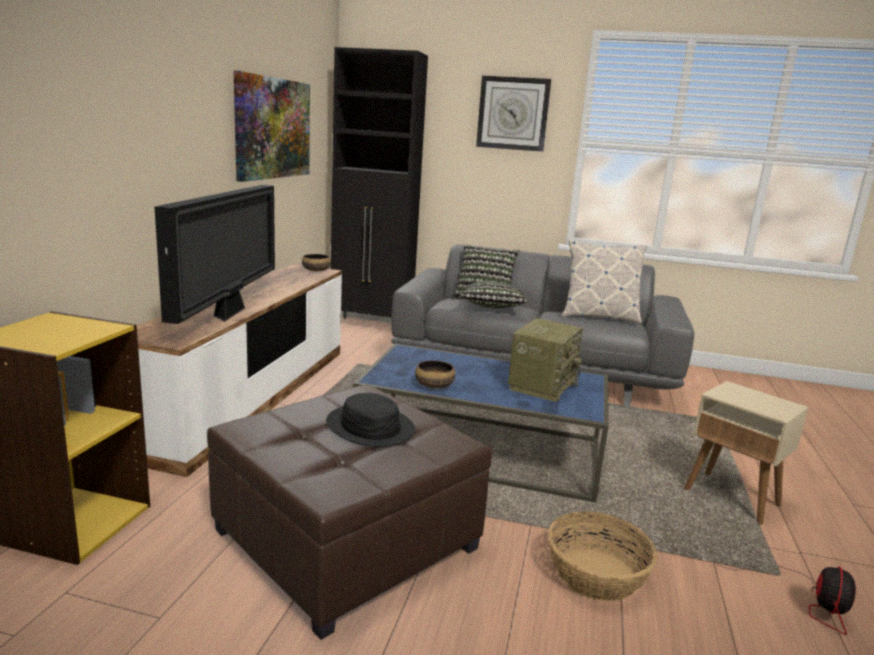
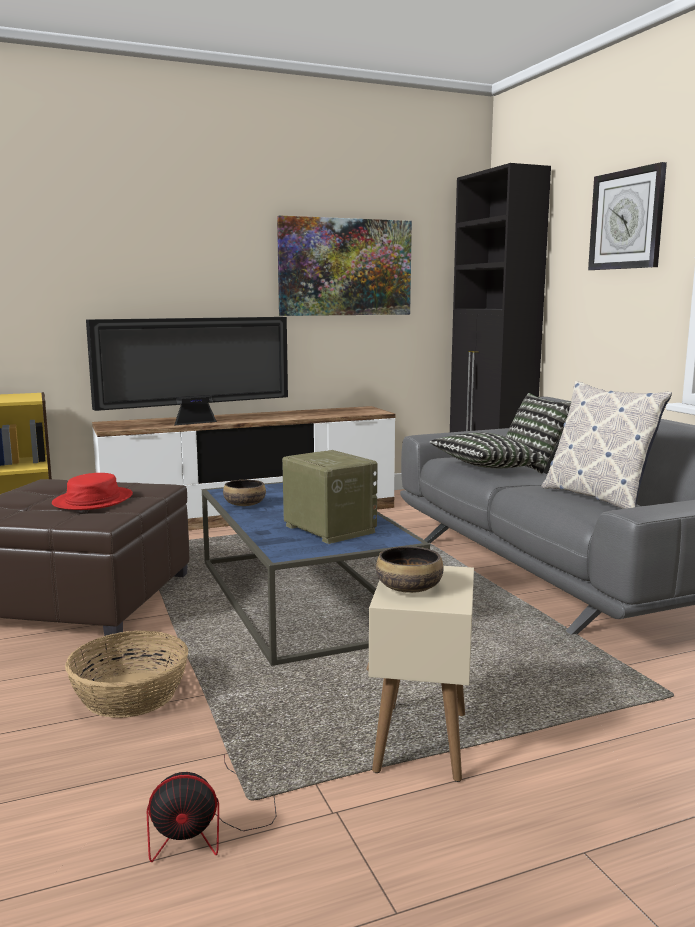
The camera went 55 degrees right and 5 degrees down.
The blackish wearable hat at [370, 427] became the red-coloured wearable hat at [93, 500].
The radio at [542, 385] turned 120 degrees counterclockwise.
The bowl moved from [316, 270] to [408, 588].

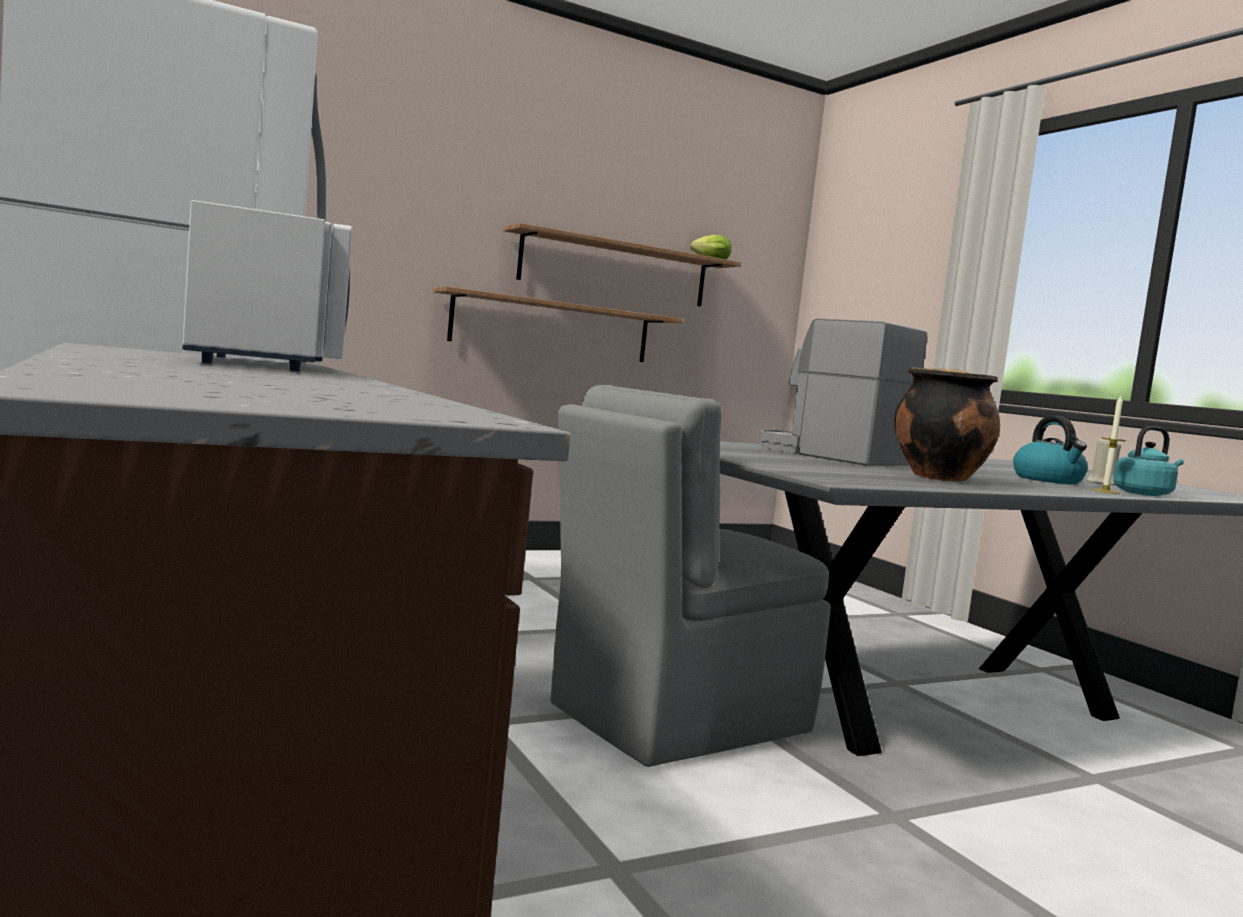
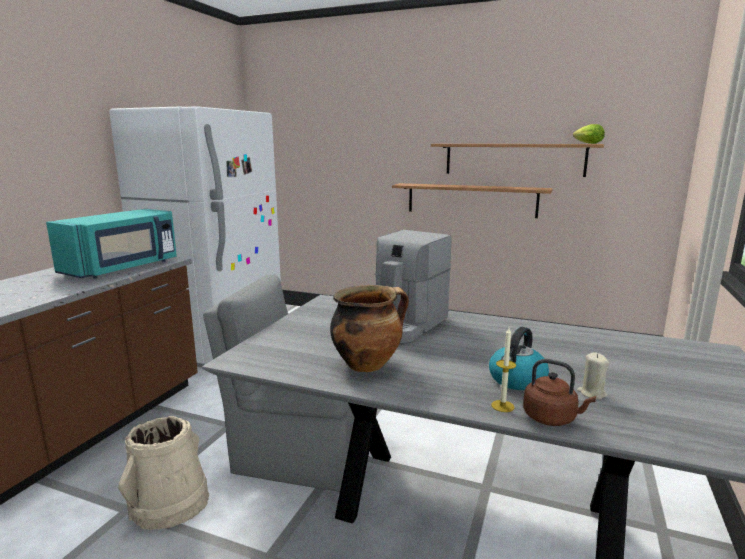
The camera went 50 degrees right and 10 degrees up.
The whitish kitchen microwave at [266, 364] became the turquoise kitchen microwave at [123, 268].
The beige-coloured pail at [169, 503] appeared.
The coffee maker at [828, 455] turned 150 degrees counterclockwise.
The turquoise kettle at [1144, 494] became the brown kettle at [552, 418].

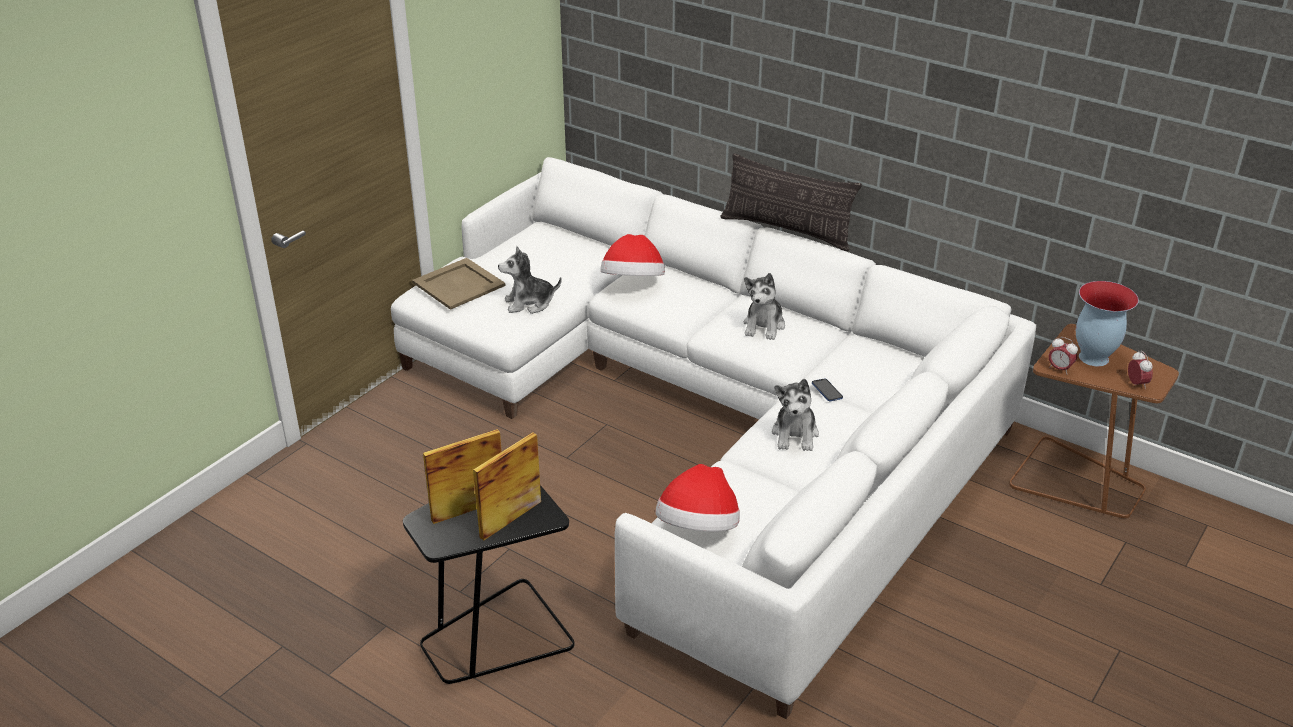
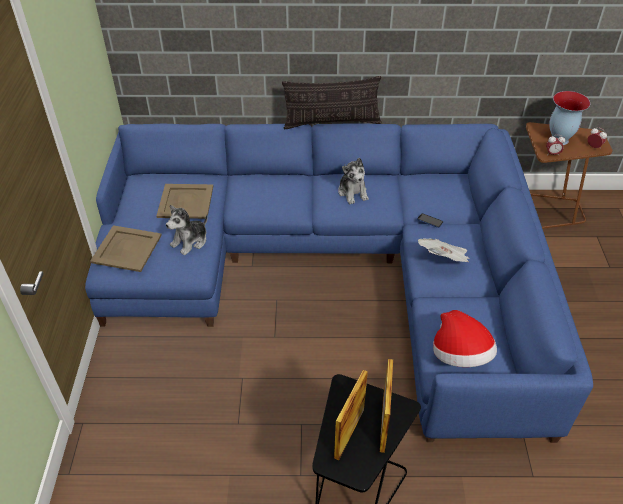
The camera went 35 degrees left and 10 degrees up.
The whitish sofa at [712, 423] became the blue-coloured sofa at [337, 267].
The beige-coloured serving tray at [185, 201] appeared.
The cuddly toy at [795, 434] was replaced by the newspaper at [444, 259].
The wearable hat at [633, 283] disappeared.

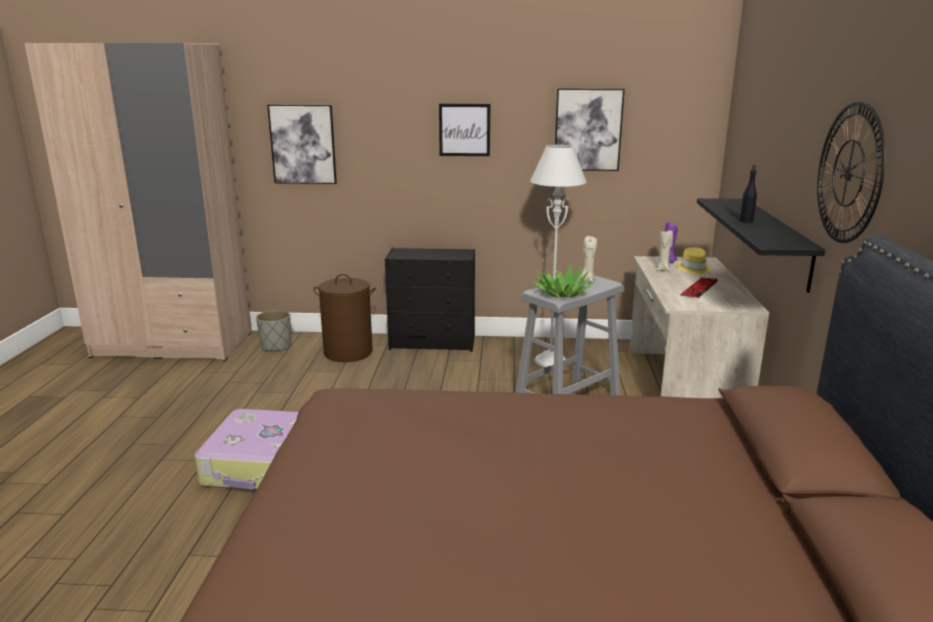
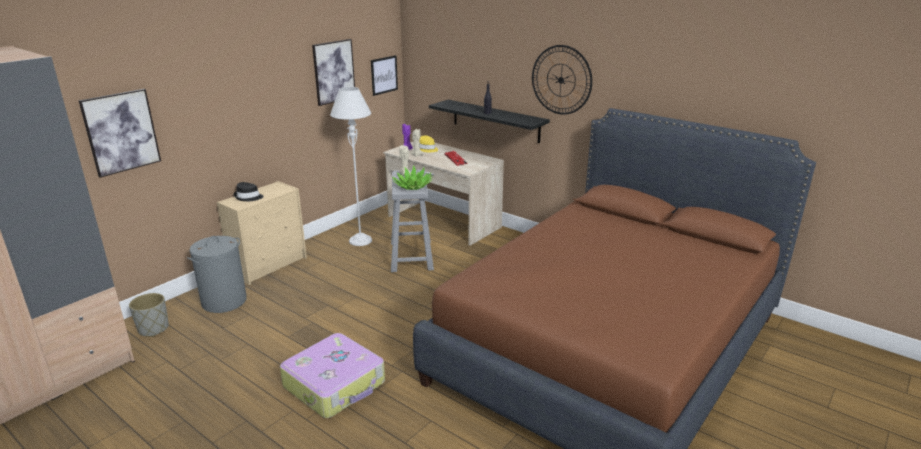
The camera went 55 degrees left and 5 degrees up.
The brown hamper at [348, 352] became the gray hamper at [224, 301].
The blackish drawer chest at [433, 343] became the beige-coloured drawer chest at [270, 265].
The blackish wearable hat at [248, 197] appeared.
The wall picture moved from [464, 130] to [384, 75].

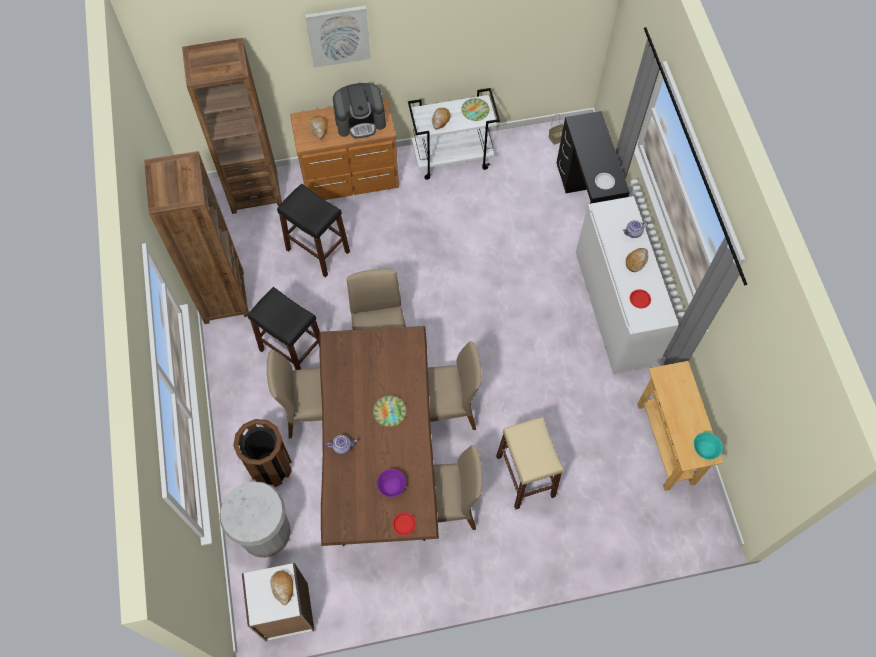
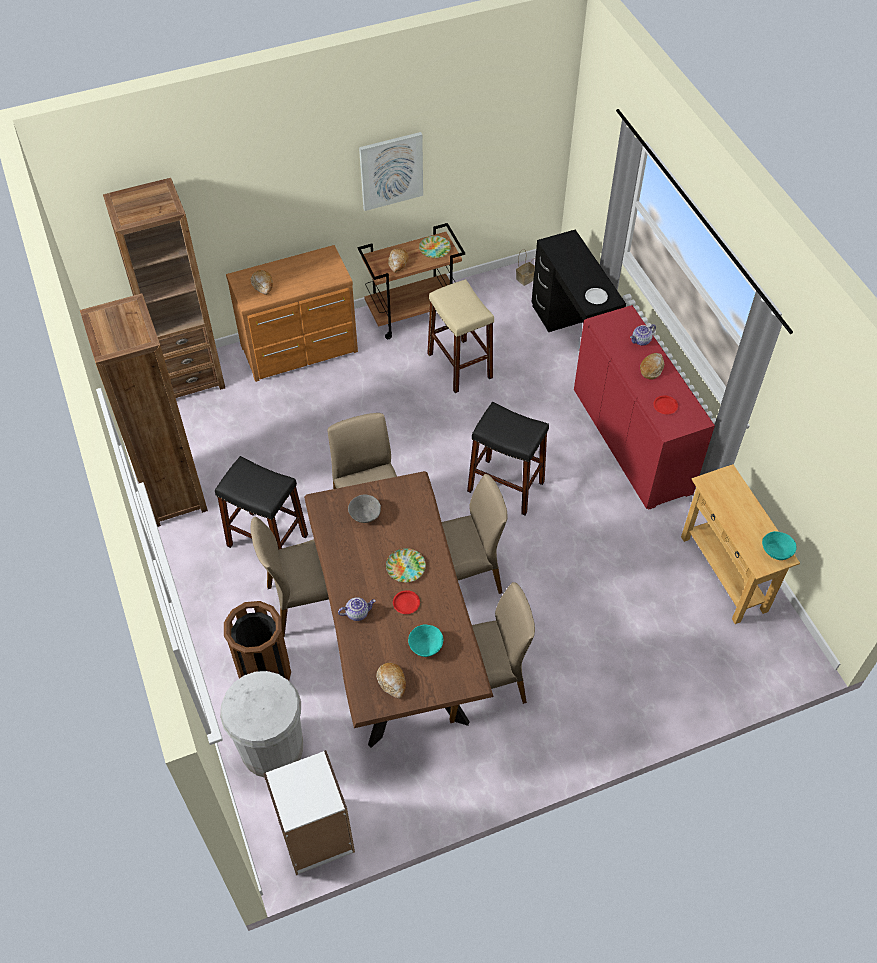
The camera went 10 degrees left and 10 degrees down.
The gray bowl at [364, 515] appeared.
The whitish wheeled cart at [453, 158] became the brown wheeled cart at [413, 314].
The wall picture moved from [338, 35] to [391, 170].
The bakery bread moved from [283, 587] to [392, 682].
The red-coloured plate moved from [404, 524] to [406, 603].
The purplish bowl at [392, 486] became the turquoise bowl at [426, 647].
The beige-coloured stool seat moved from [525, 476] to [460, 366].
The blackish stool seat moved from [318, 250] to [506, 486].
The whitish storage cabinet at [615, 308] became the red-coloured storage cabinet at [631, 441].
The coffee maker at [360, 121] disappeared.

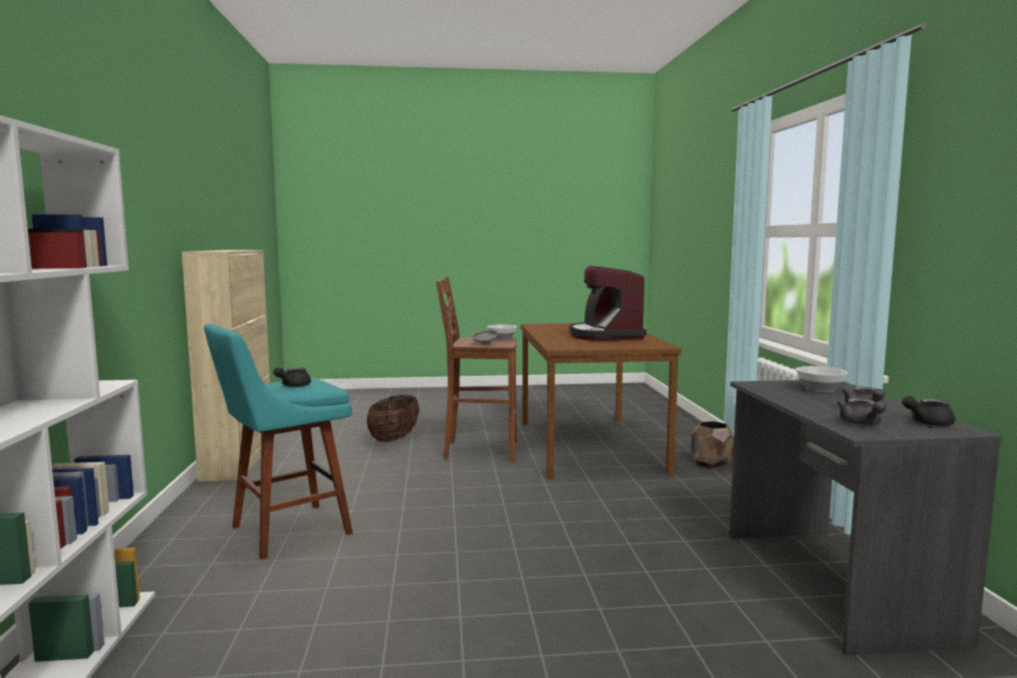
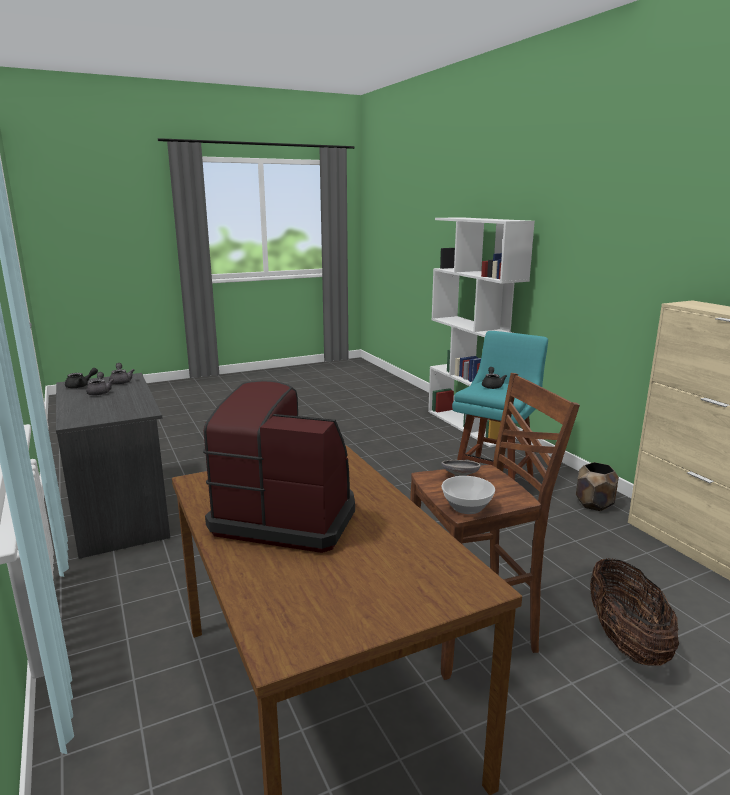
The camera went 160 degrees right and 10 degrees up.
The coffee maker at [605, 336] turned 45 degrees counterclockwise.
The brown flower pot moved from [711, 464] to [594, 503].
The bowl at [819, 389] disappeared.

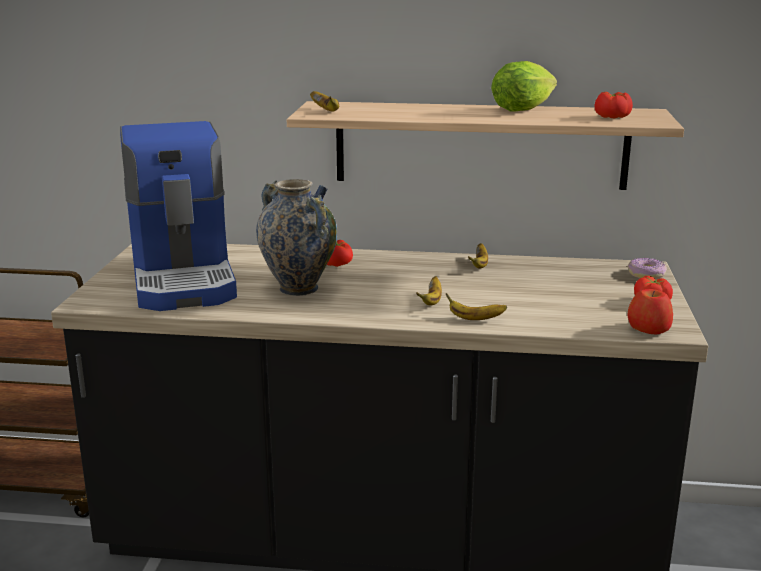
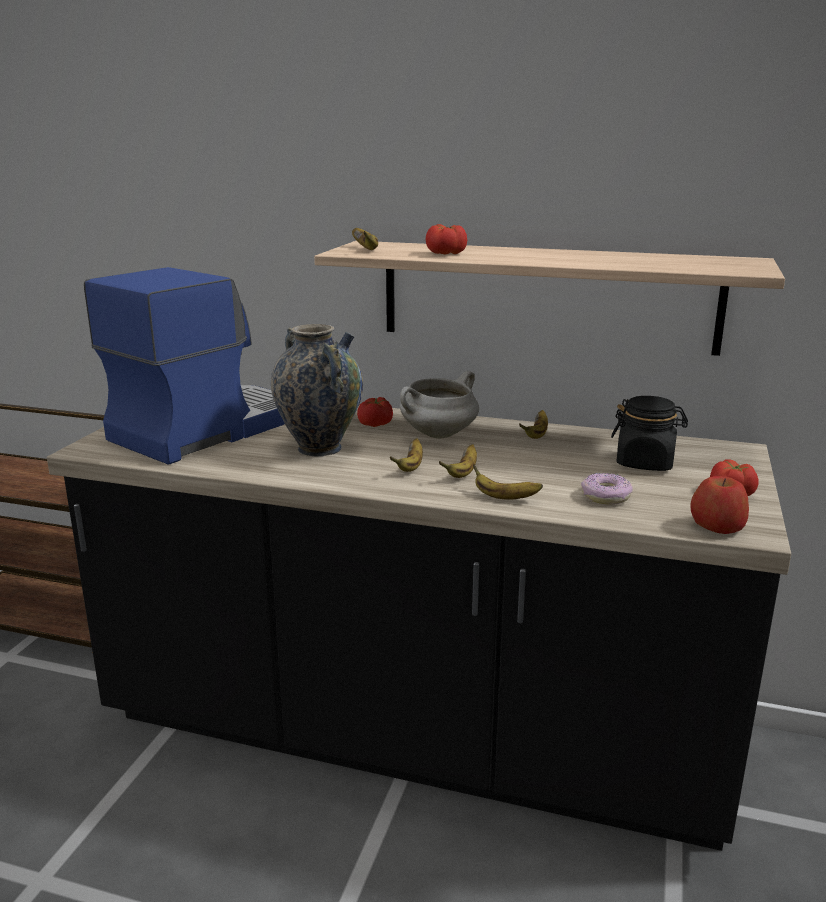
The camera went 10 degrees right and 0 degrees up.
The coffee maker at [185, 277] turned 135 degrees counterclockwise.
The banana fruit at [411, 467] appeared.
The whitish stockpot at [438, 435] appeared.
The tomato moved from [612, 117] to [445, 253].
The ring doughnut moved from [646, 274] to [605, 496].
The blackish storage jar at [645, 463] appeared.
The lettuce head at [525, 109] disappeared.

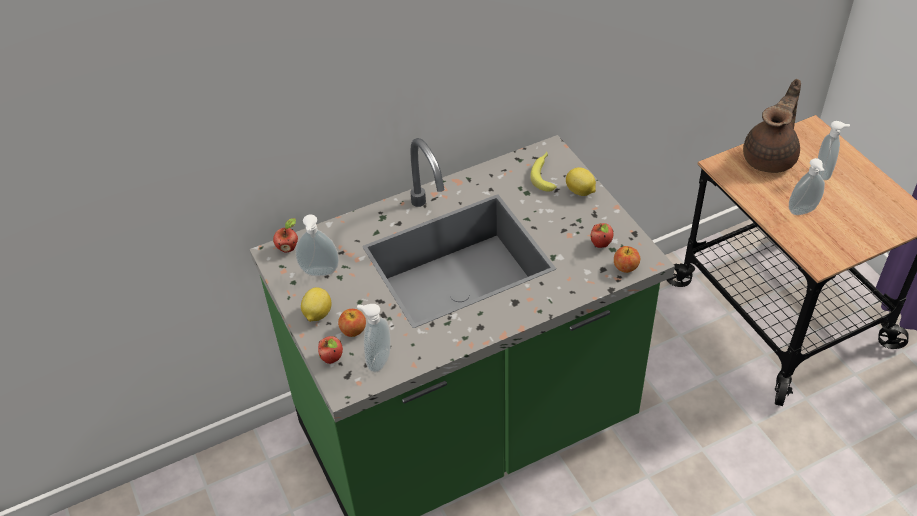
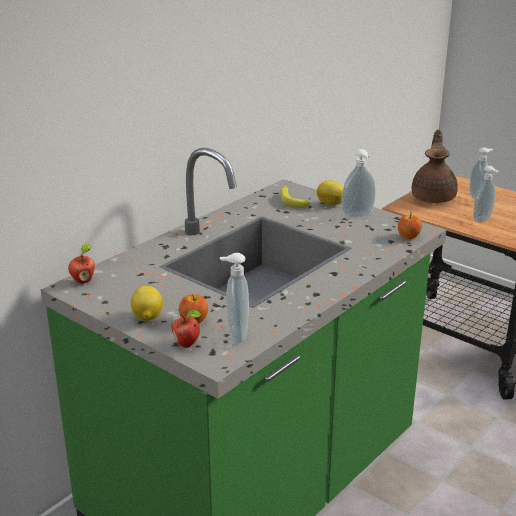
The camera went 25 degrees left and 20 degrees down.
The soap dispenser moved from [320, 273] to [358, 216].
The apple fruit at [601, 245] disappeared.

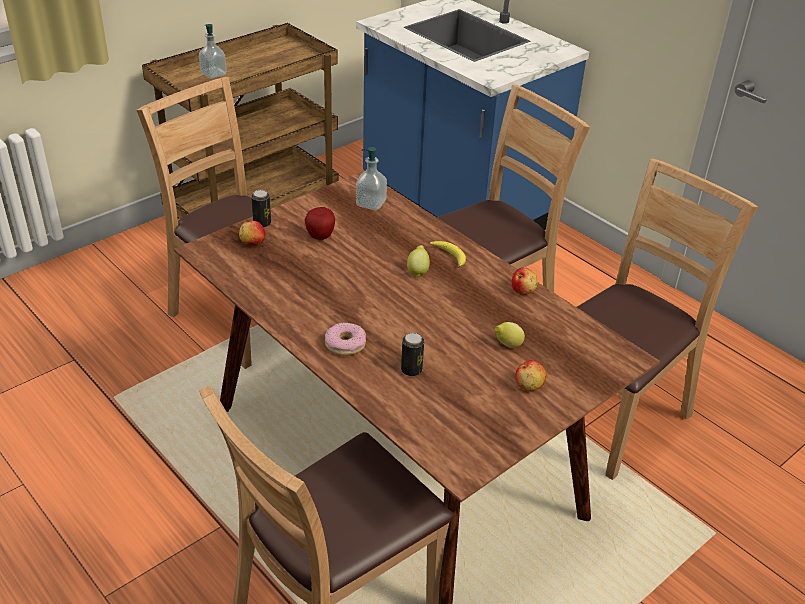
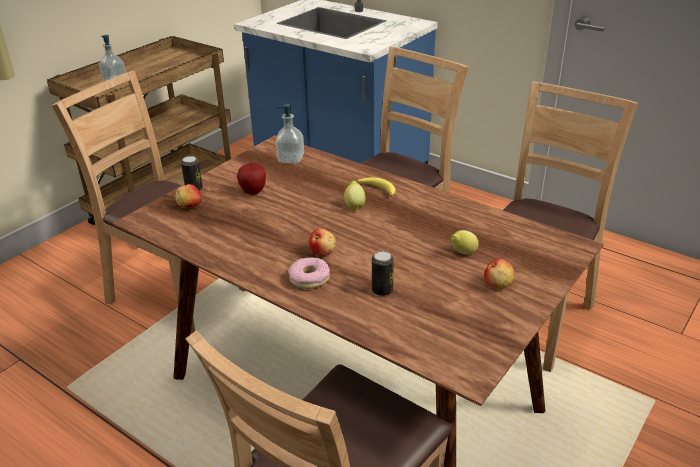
The camera went 10 degrees left and 5 degrees down.
The apple fruit moved from [523, 290] to [322, 251].

